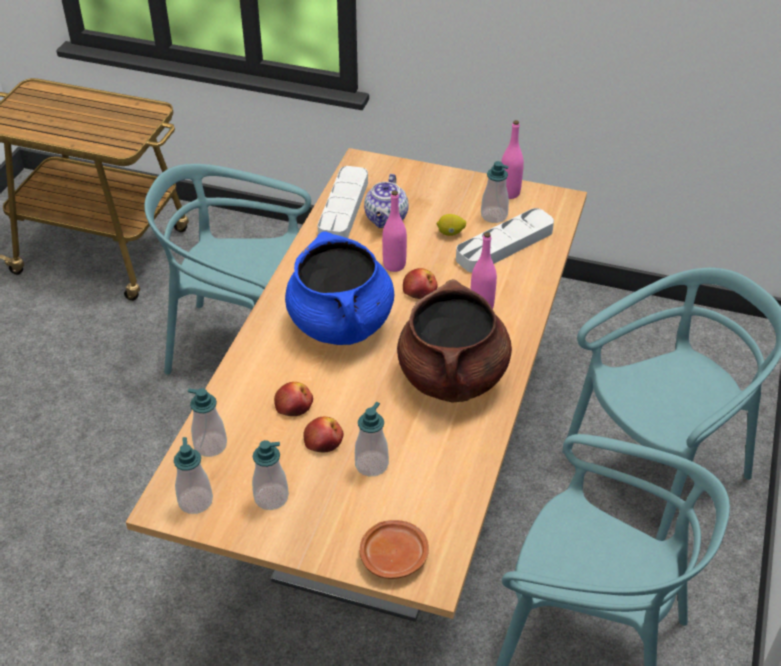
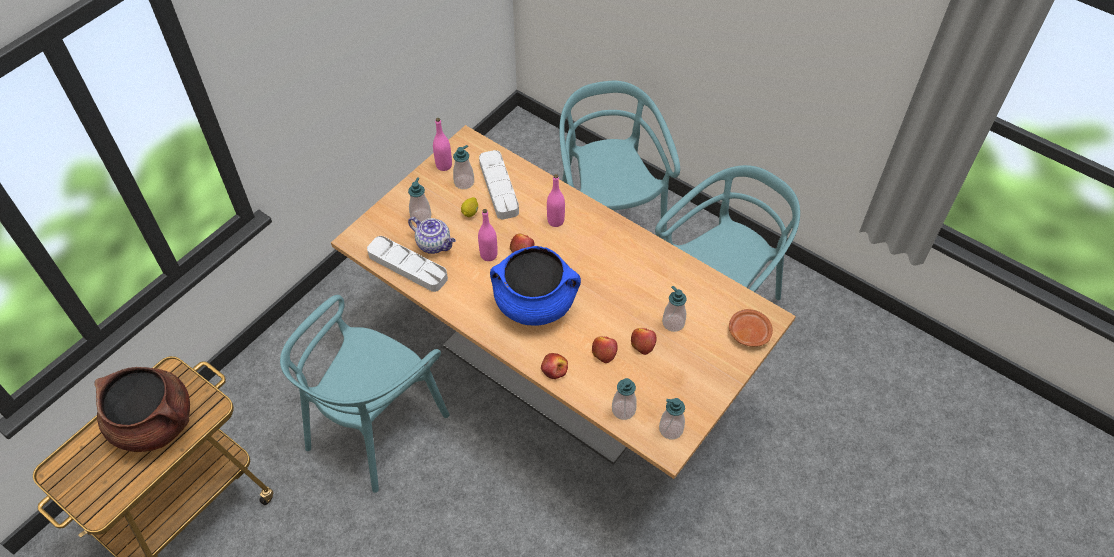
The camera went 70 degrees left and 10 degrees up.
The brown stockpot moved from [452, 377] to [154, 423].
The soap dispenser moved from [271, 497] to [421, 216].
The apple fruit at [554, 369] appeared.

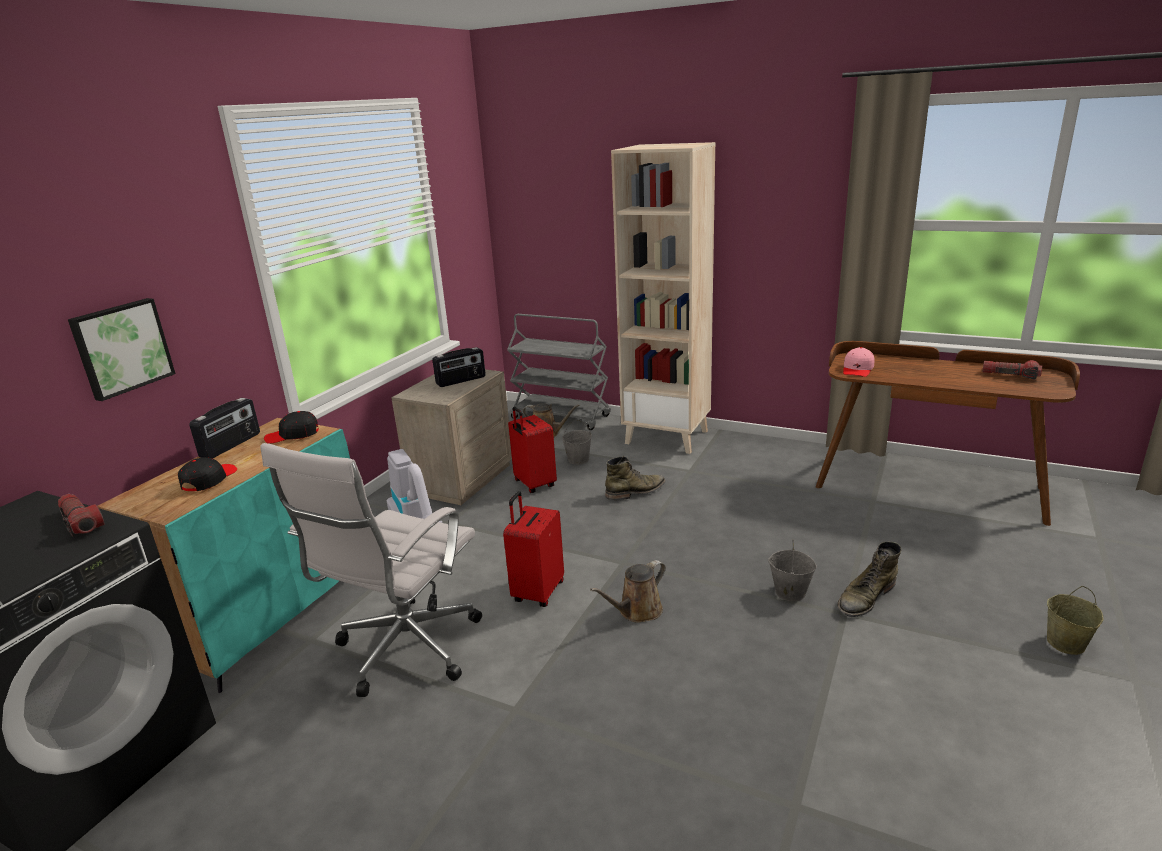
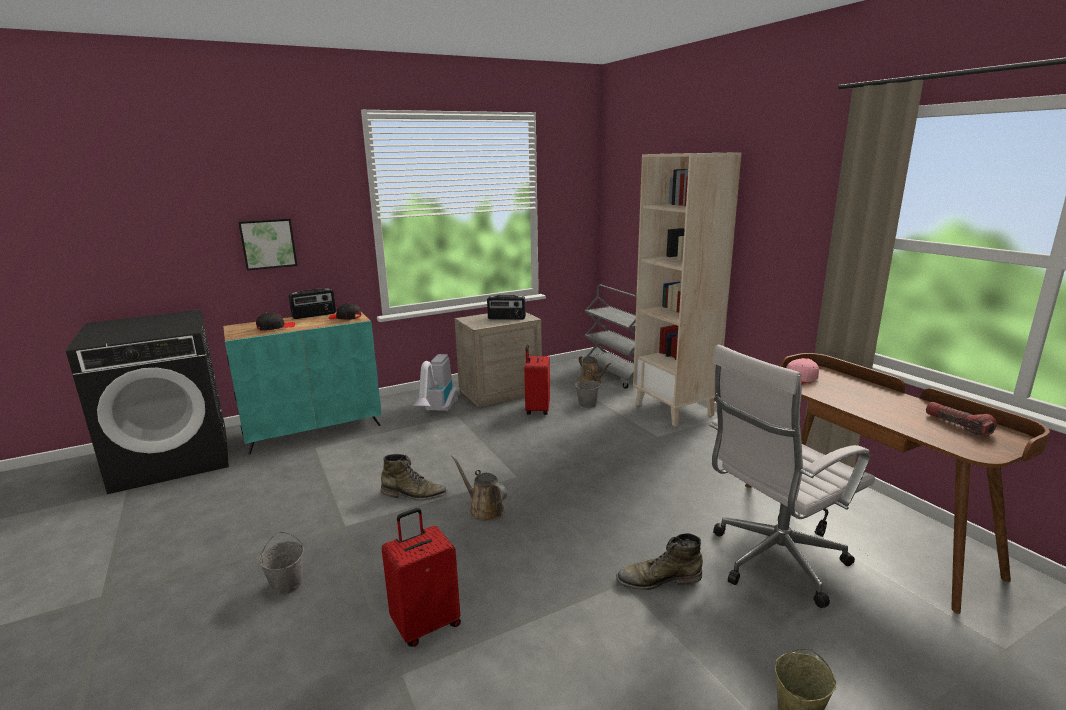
The camera went 35 degrees right and 5 degrees down.
The gray pail moved from [789, 592] to [287, 584].
The green-coloured tall boot moved from [636, 492] to [414, 494].
The red-coloured travel case moved from [537, 592] to [426, 624].
The brown sprinkling can at [637, 611] turned 45 degrees clockwise.
The whitish computer chair moved from [404, 651] to [773, 562].
The hand torch at [81, 523] disappeared.

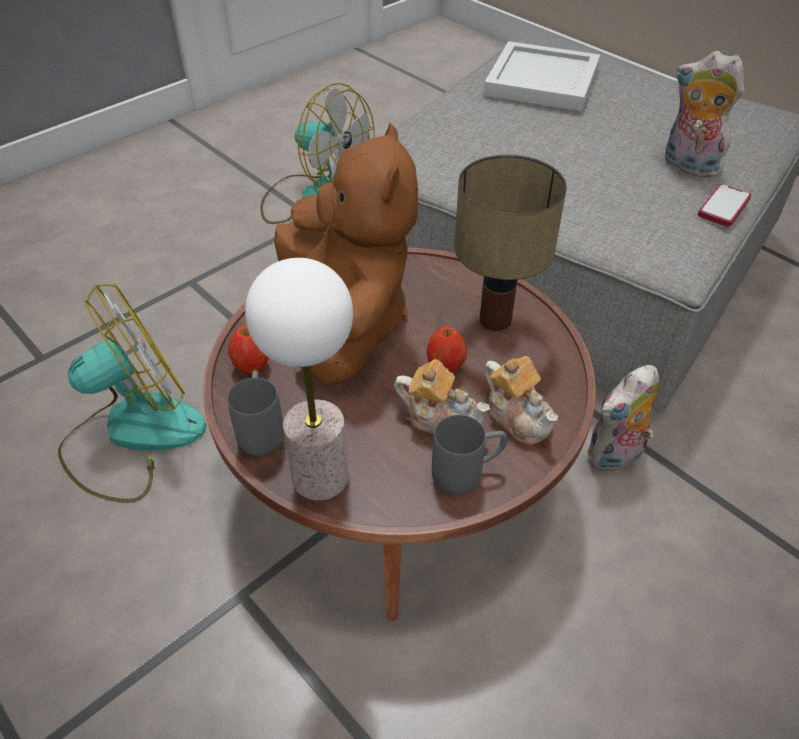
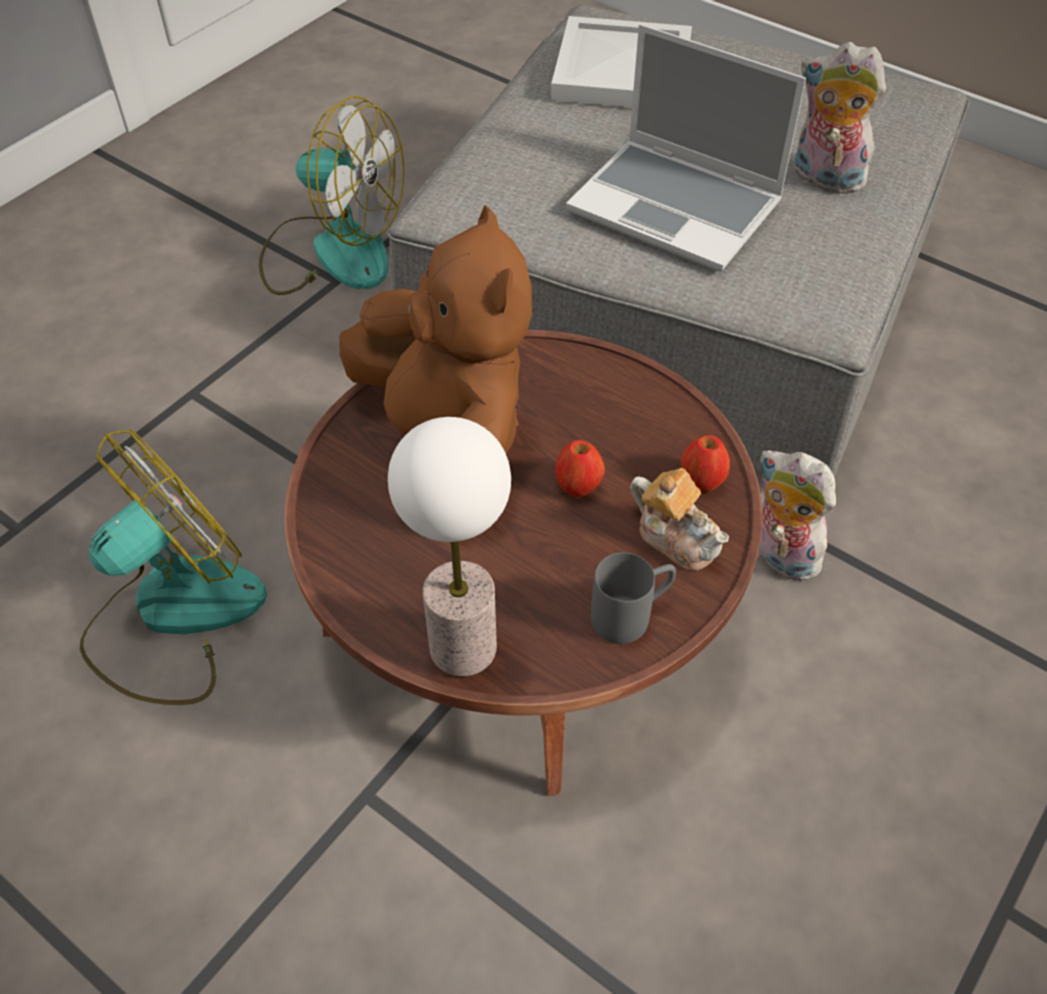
The camera went 10 degrees left and 5 degrees up.
The notebook computer at [677, 207] appeared.
The apple fruit moved from [252, 365] to [702, 481].
The cuddly toy at [615, 457] turned 90 degrees clockwise.
The gray mug at [261, 428] disappeared.
The tea pot at [441, 419] disappeared.
The tabletop lamp at [496, 319] disappeared.
The phone at [723, 207] disappeared.

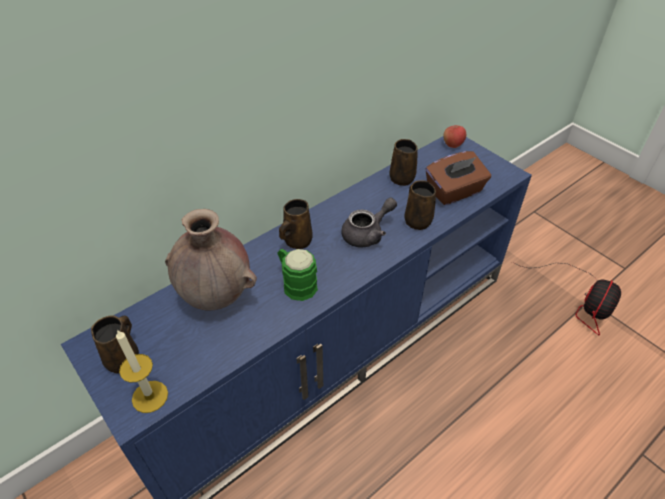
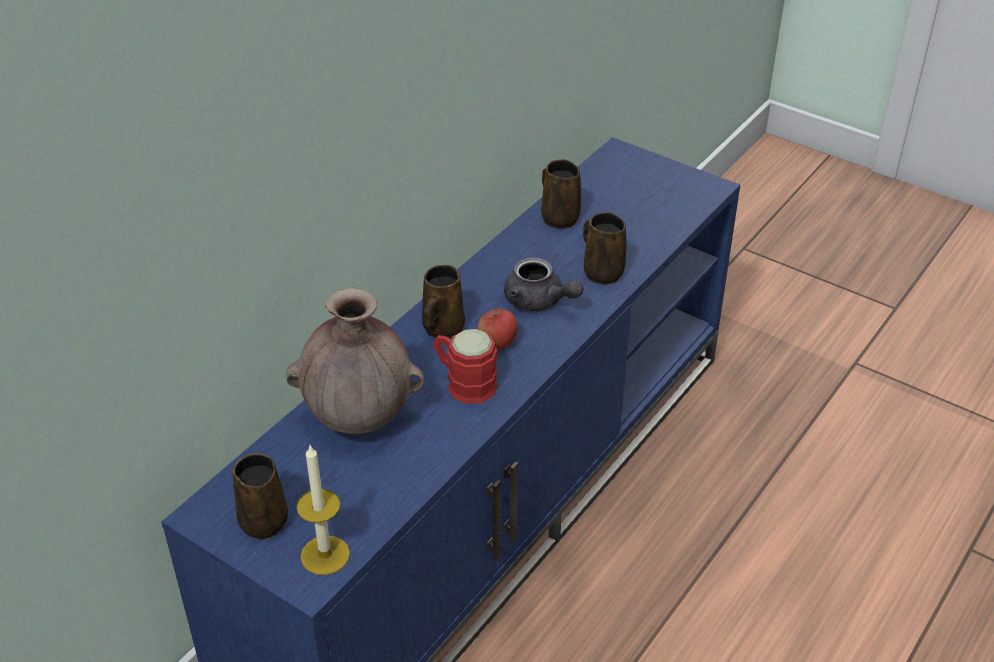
The camera went 15 degrees left and 5 degrees down.
The green-coloured mug at [296, 283] became the red-coloured mug at [464, 383].
The apple fruit moved from [453, 145] to [497, 343].
The gray tea pot at [367, 234] turned 90 degrees clockwise.
The brown box of tissues at [454, 192] disappeared.
The electric fan at [580, 300] disappeared.

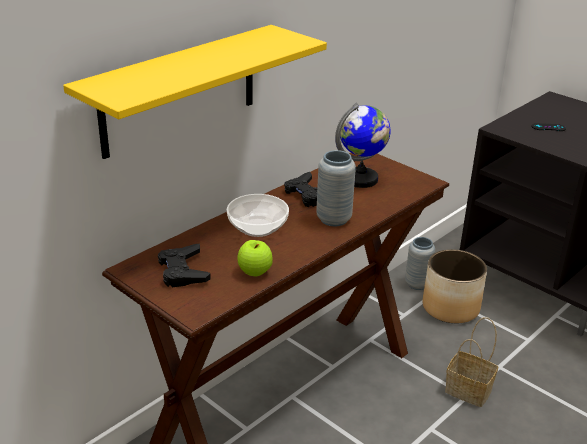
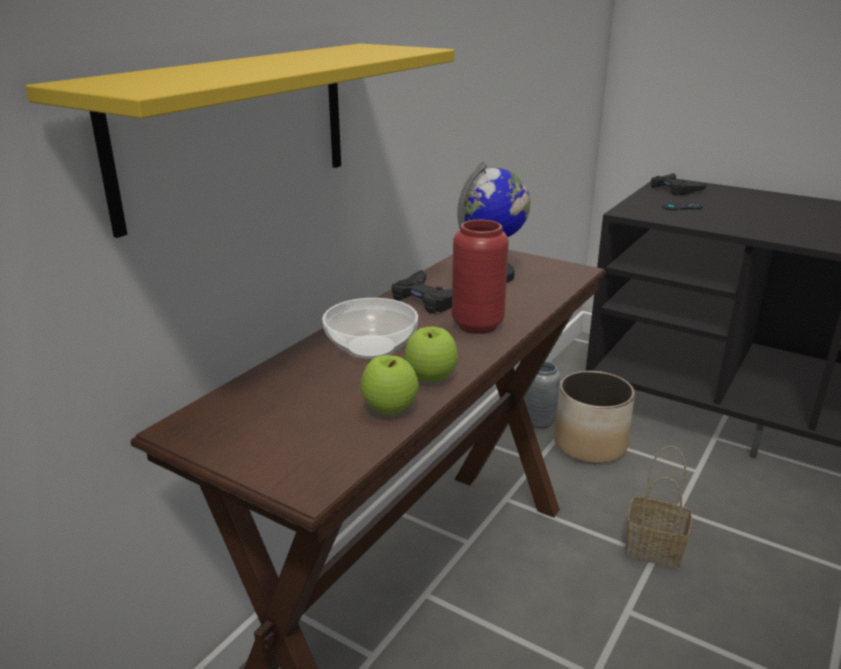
The camera went 10 degrees left and 5 degrees down.
The apple fruit at [430, 378] appeared.
The gray vase at [333, 219] became the red-coloured vase at [477, 325].
The blackish joypad moved from [183, 271] to [675, 189].

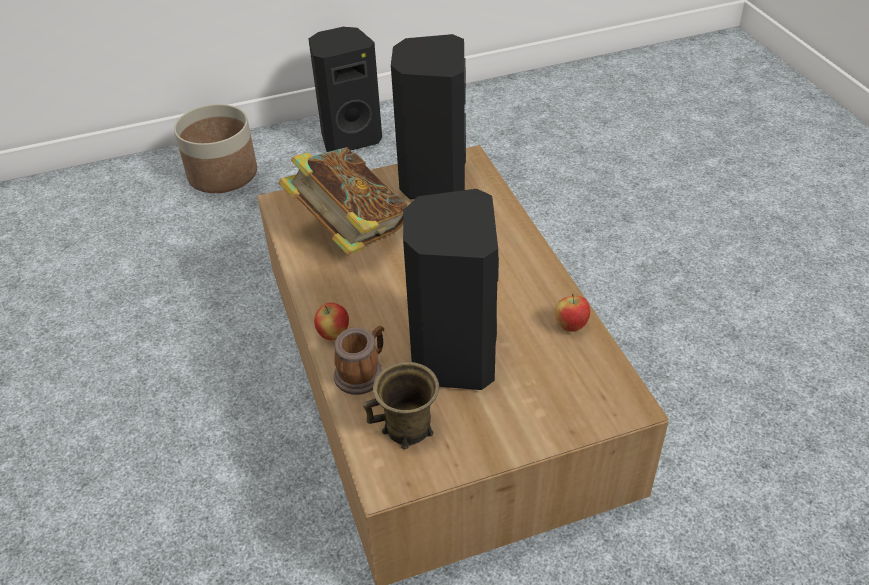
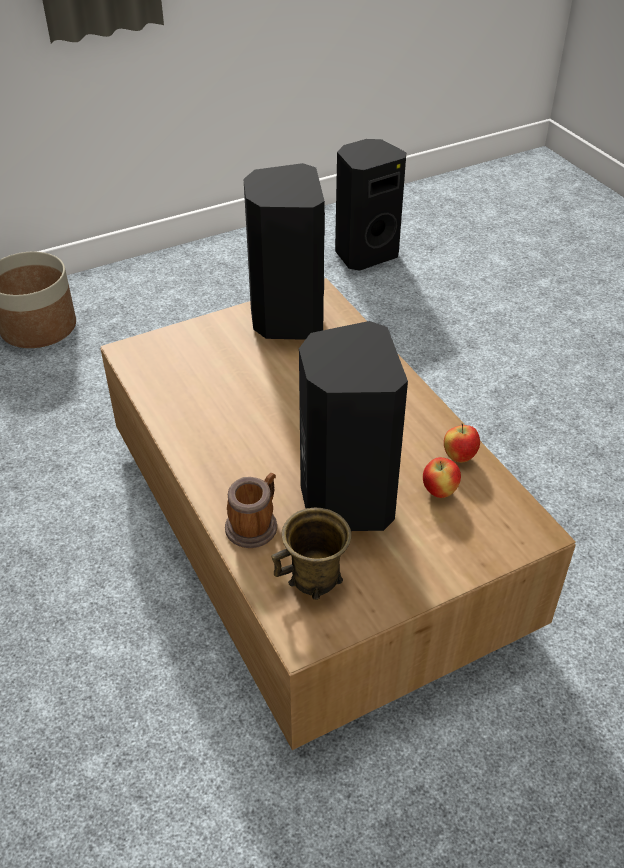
The camera went 10 degrees left and 0 degrees up.
The blackish loudspeaker moved from [349, 138] to [364, 254].
The apple fruit moved from [333, 335] to [439, 491].
The book at [350, 232] disappeared.

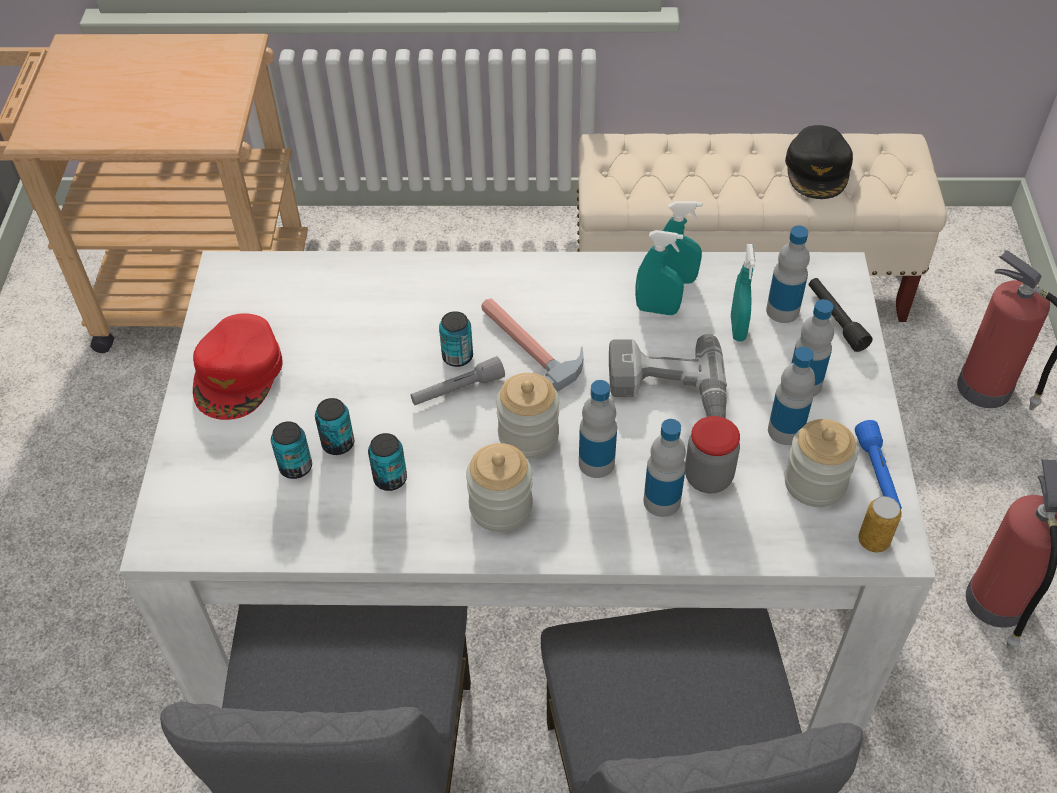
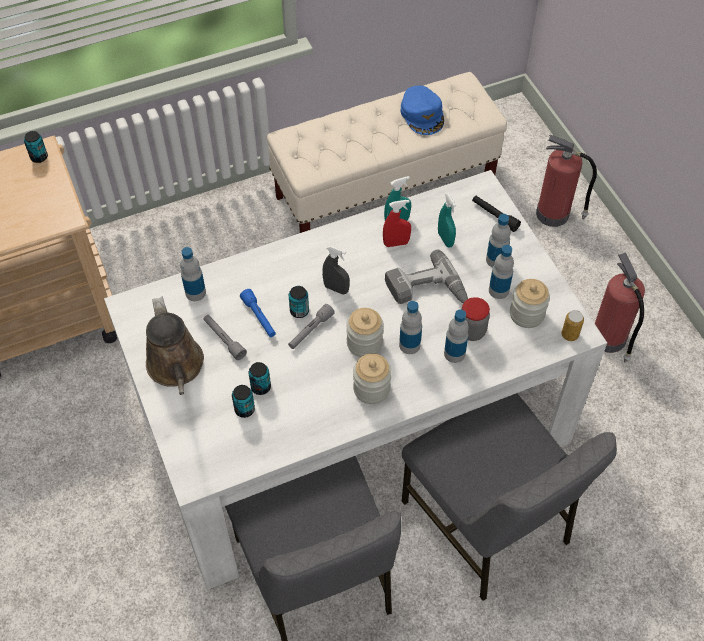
The camera went 25 degrees left and 5 degrees up.
The metal can moved from [390, 479] to [39, 157].
The red-coloured cap at [238, 374] was replaced by the brown sprinkling can at [176, 367].
The bottle moved from [782, 311] to [195, 293].
The gray hand torch at [224, 339] appeared.
The blue-coloured hand torch moved from [877, 474] to [259, 317].
The hammer at [530, 344] was replaced by the gray spray bottle at [336, 289].
The turquoise spray bottle at [657, 310] became the red-coloured spray bottle at [396, 243].
The blackish cap at [818, 169] became the blue-coloured cap at [422, 114].

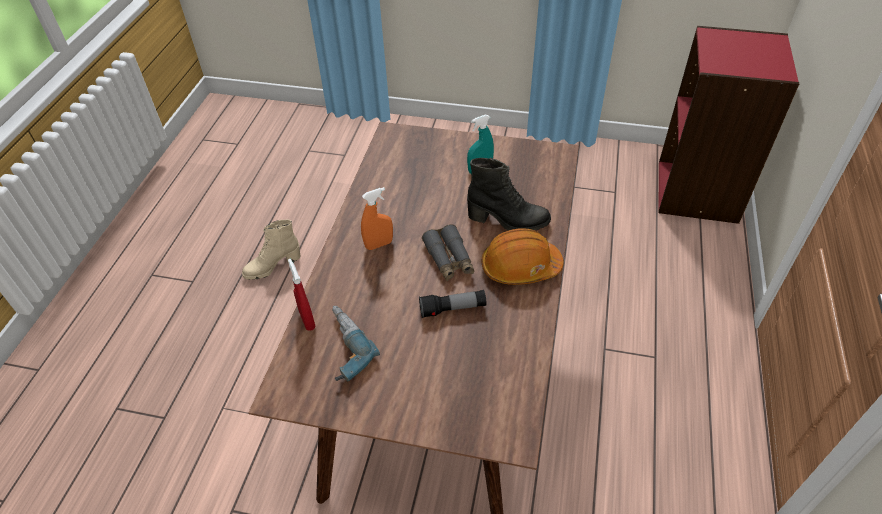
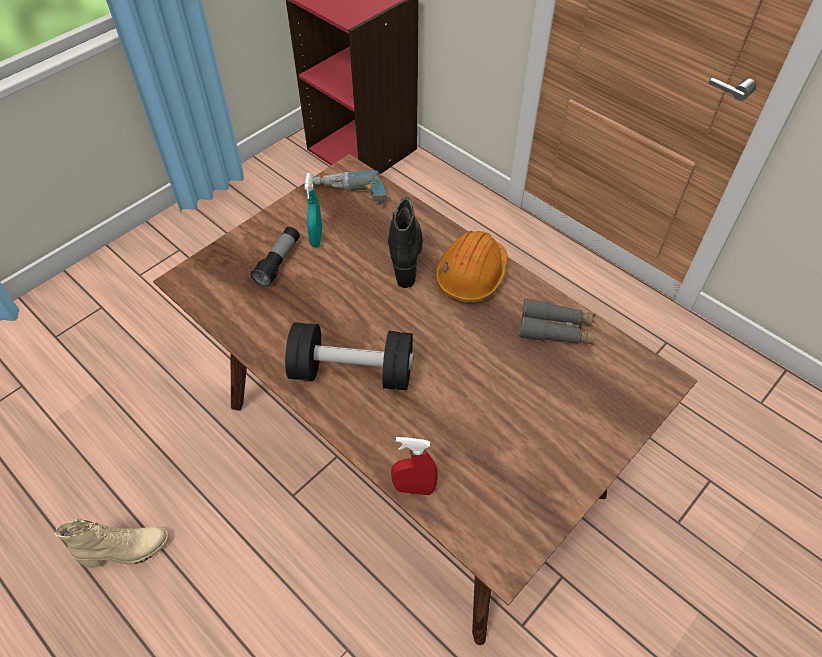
The camera went 60 degrees left and 5 degrees up.
The beige-coloured tall boot at [272, 266] turned 105 degrees counterclockwise.
The hand torch moved from [452, 309] to [278, 262].
The orange-coloured spray bottle at [379, 244] was replaced by the blackish dumbbell at [352, 372].
The power drill moved from [341, 348] to [347, 196].
The blackish tall boot at [508, 221] turned 45 degrees counterclockwise.
The gray field glasses moved from [449, 259] to [556, 329].

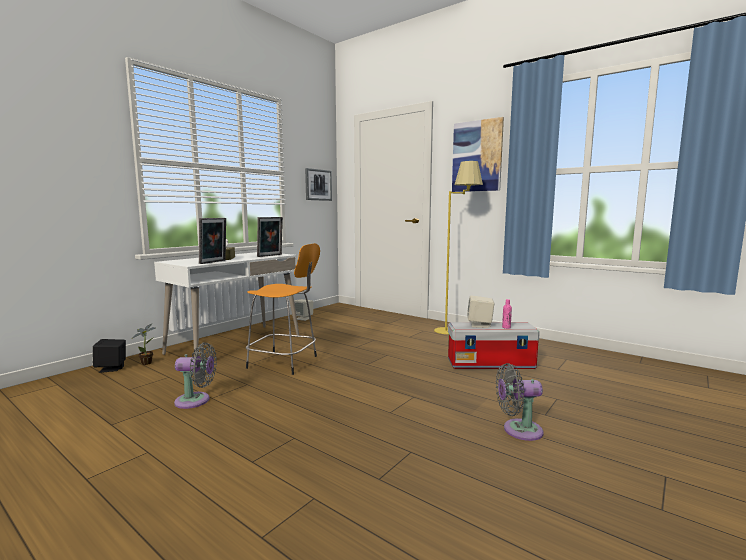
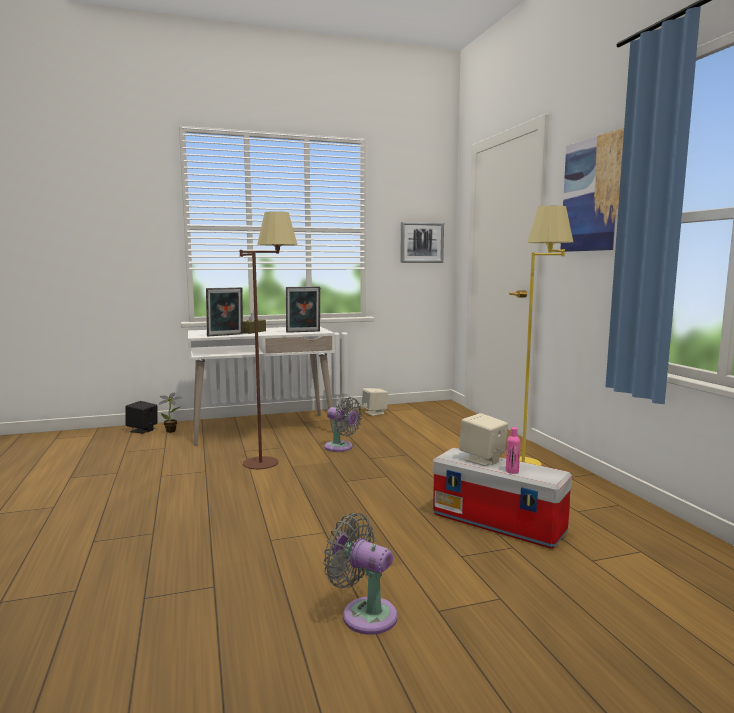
The camera went 35 degrees right and 0 degrees up.
The orange-coloured stool seat at [285, 362] was replaced by the brown standard lamp at [272, 458].
The gray electric fan moved from [196, 401] to [341, 447].

